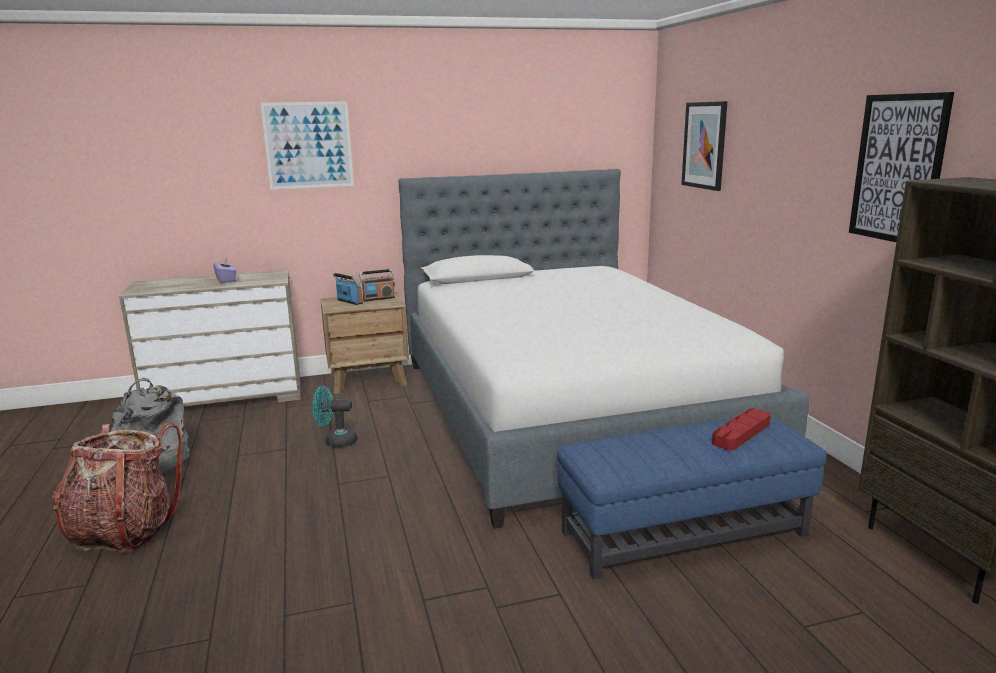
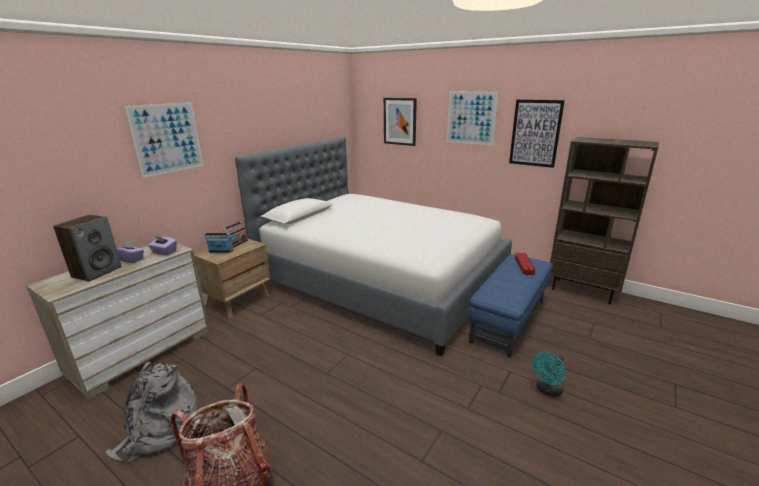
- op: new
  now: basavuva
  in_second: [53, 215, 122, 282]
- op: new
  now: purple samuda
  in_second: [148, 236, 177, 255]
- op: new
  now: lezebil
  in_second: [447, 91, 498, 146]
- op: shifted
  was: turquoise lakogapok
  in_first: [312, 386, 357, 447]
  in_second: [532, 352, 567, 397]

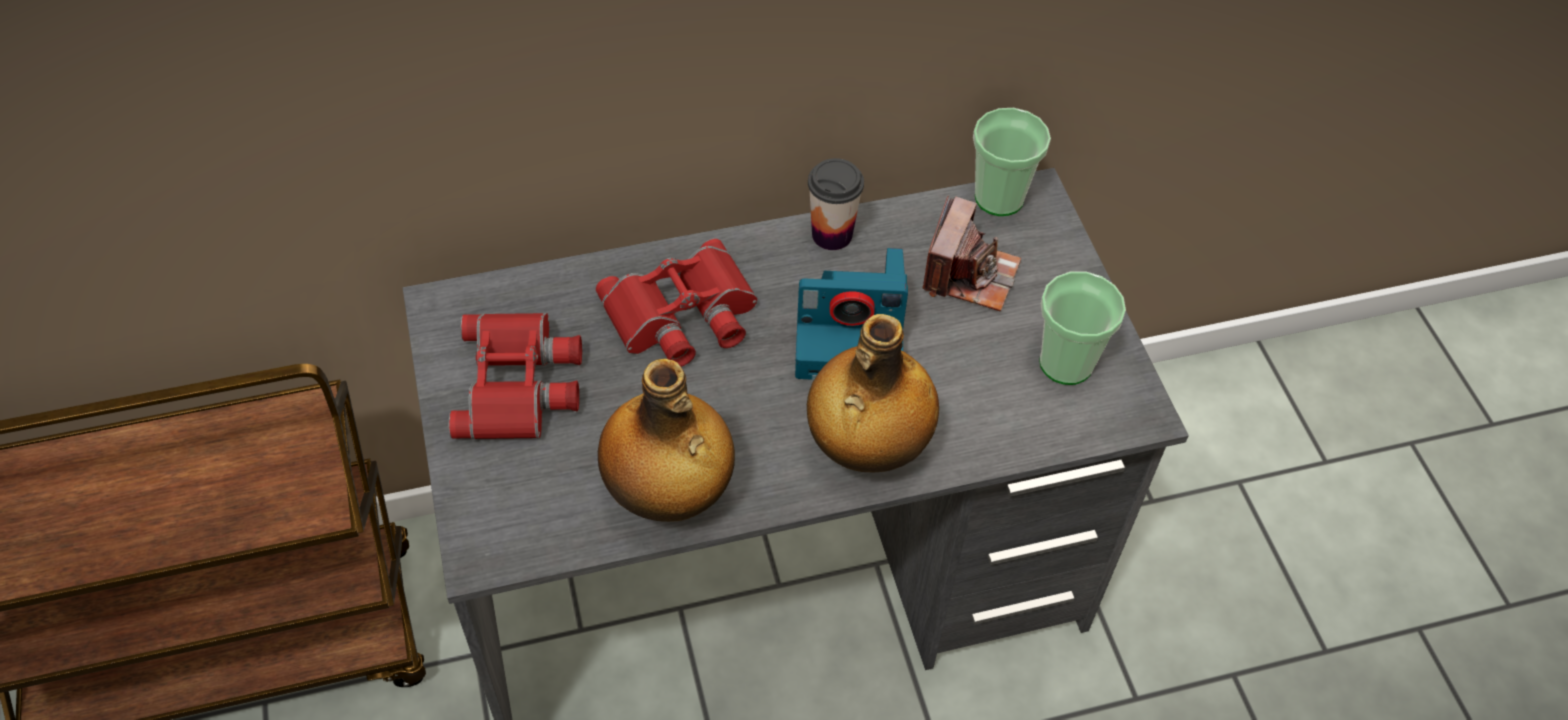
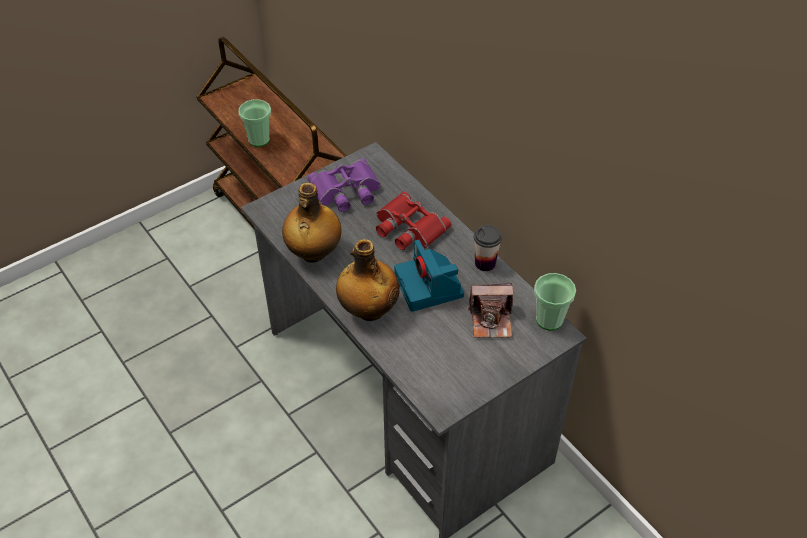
- op: shifted
  was: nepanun
  in_first: [1039, 271, 1126, 385]
  in_second: [238, 99, 271, 147]
- op: repainted
  was: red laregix
  now: purple laregix
  in_first: [449, 313, 582, 439]
  in_second: [308, 159, 380, 212]

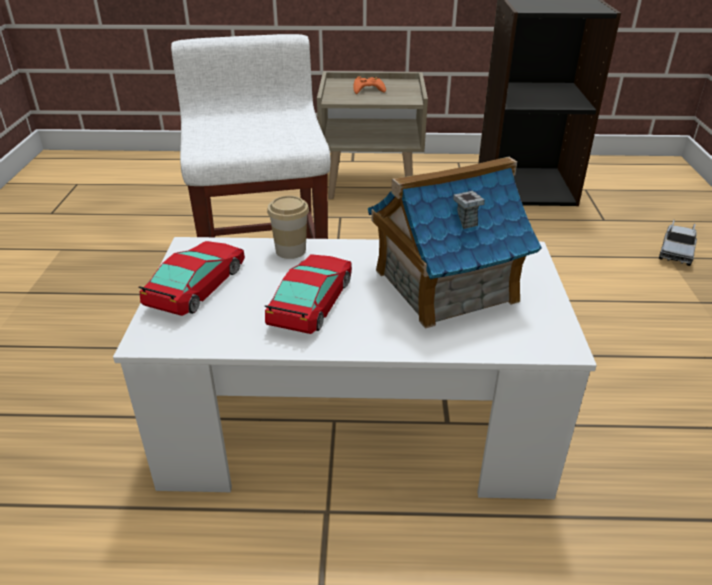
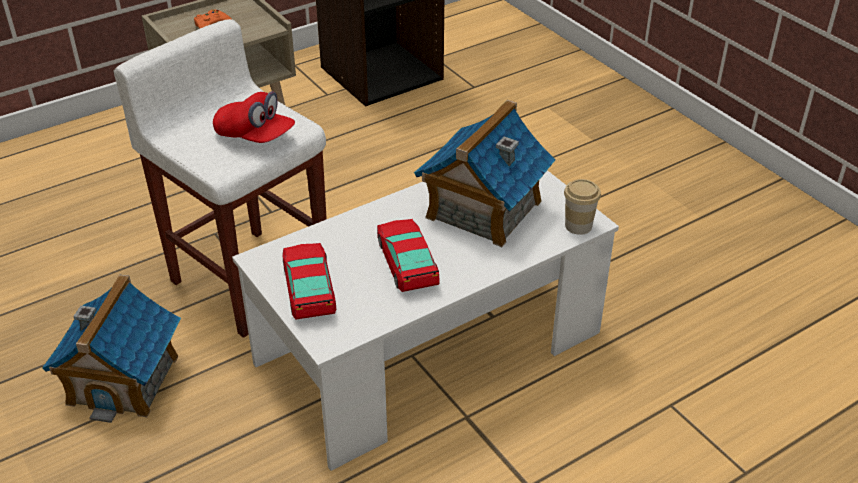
- op: new
  now: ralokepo
  in_second: [42, 274, 181, 423]
- op: new
  now: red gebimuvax
  in_second: [213, 91, 295, 143]
- op: shifted
  was: nepanun
  in_first: [267, 195, 309, 259]
  in_second: [564, 179, 601, 235]
- op: gone
  was: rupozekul
  in_first: [659, 220, 697, 266]

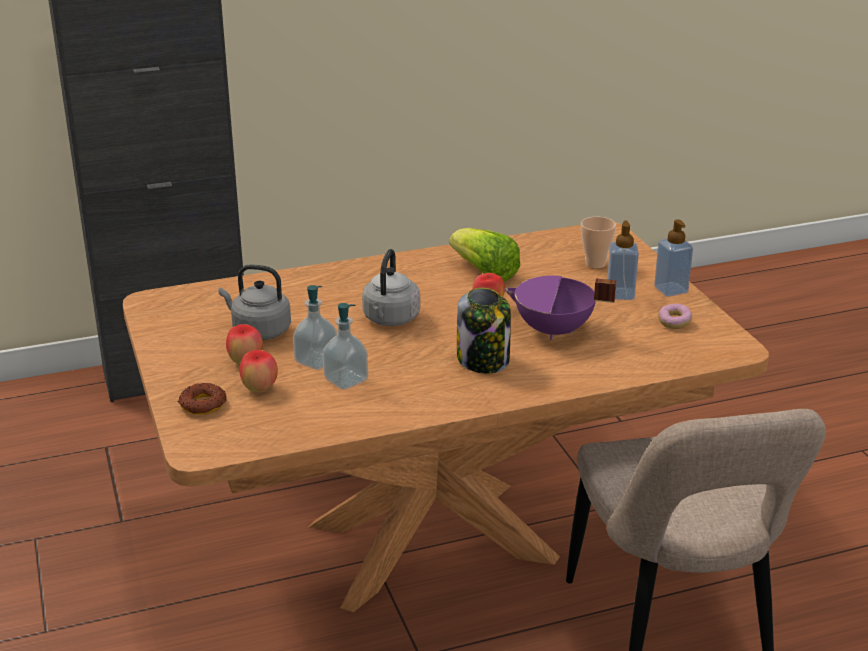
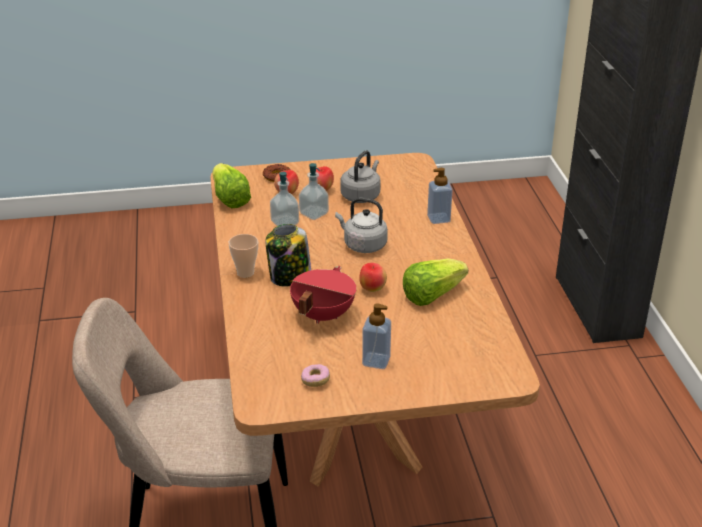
- op: new
  now: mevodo
  in_second: [213, 163, 251, 208]
- op: shifted
  was: nepanun
  in_first: [581, 217, 616, 269]
  in_second: [229, 234, 258, 278]
- op: repainted
  was: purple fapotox
  now: red fapotox
  in_first: [504, 276, 617, 340]
  in_second: [290, 266, 357, 324]
- op: shifted
  was: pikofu
  in_first: [654, 219, 693, 297]
  in_second: [427, 168, 453, 224]

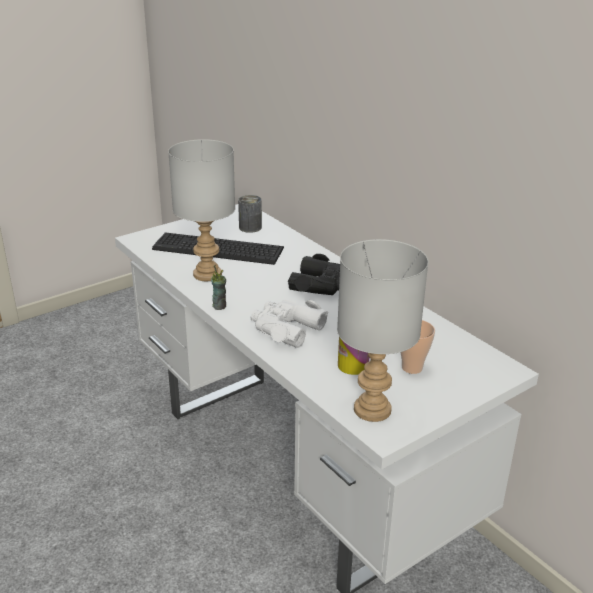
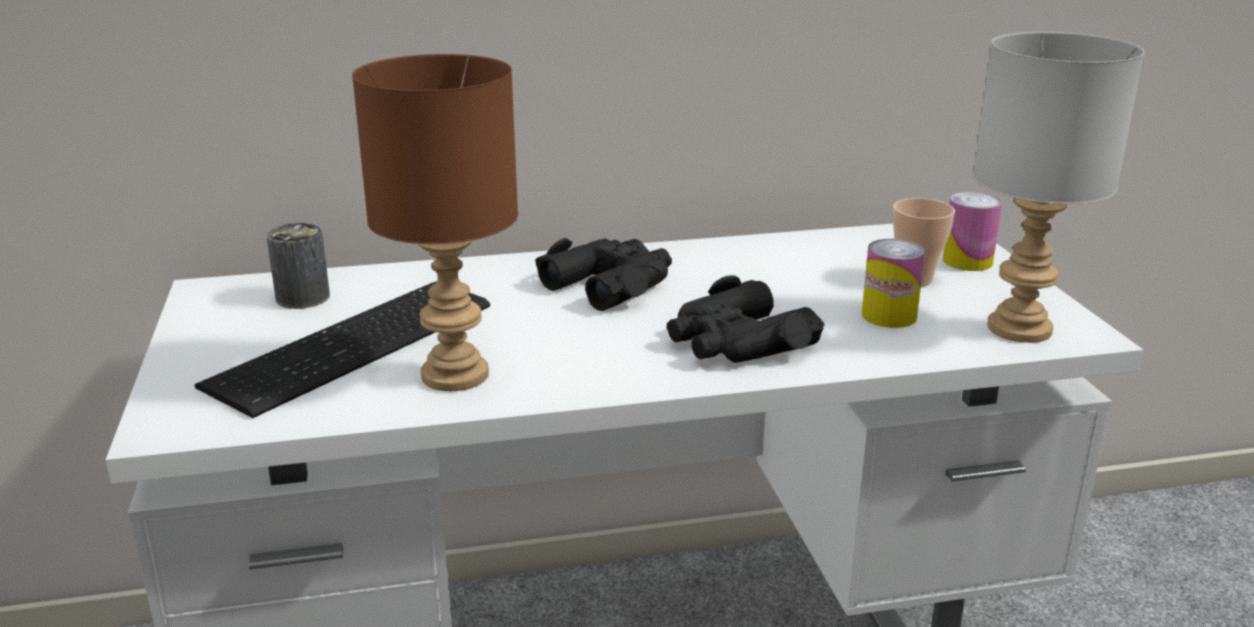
- op: repainted
  was: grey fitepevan
  now: brown fitepevan
  in_first: [168, 139, 235, 281]
  in_second: [352, 54, 518, 391]
- op: repainted
  was: white laregix
  now: black laregix
  in_first: [250, 300, 328, 348]
  in_second: [667, 275, 824, 363]
- op: new
  now: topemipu
  in_second: [943, 192, 1002, 271]
- op: gone
  was: nepanun
  in_first: [211, 265, 226, 310]

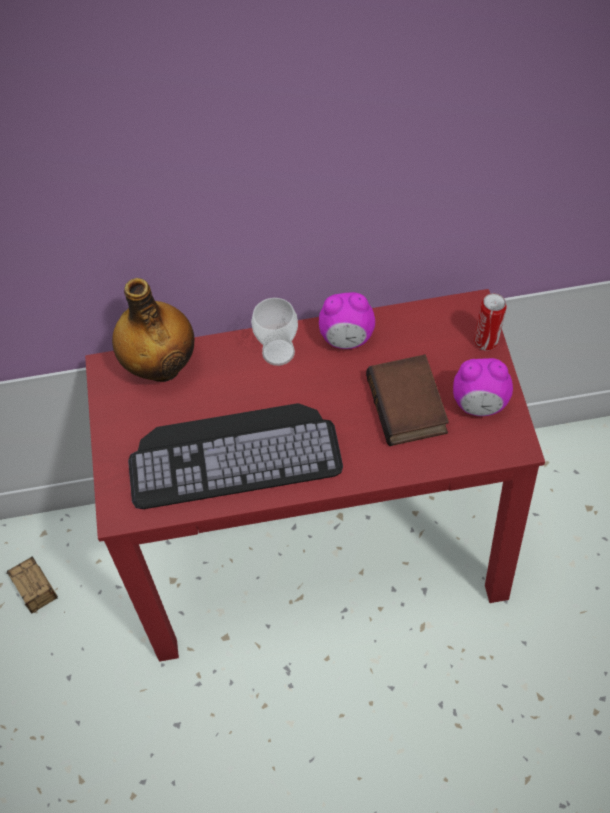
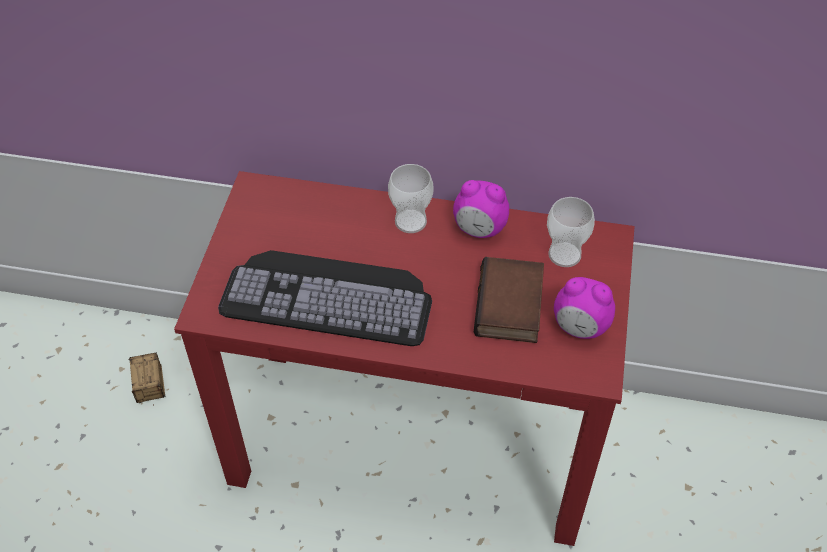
- op: new
  now: nepanun
  in_second: [547, 197, 595, 267]
- op: gone
  was: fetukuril
  in_first: [112, 278, 194, 382]
- op: gone
  was: topemipu
  in_first: [474, 293, 507, 351]

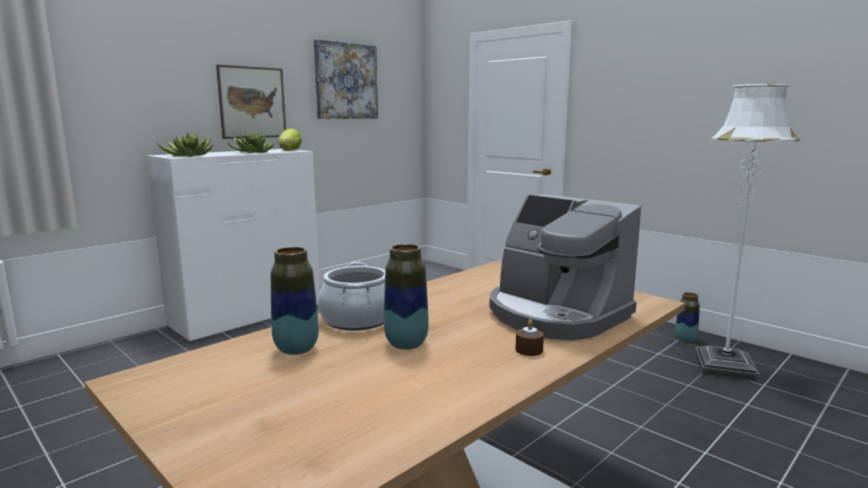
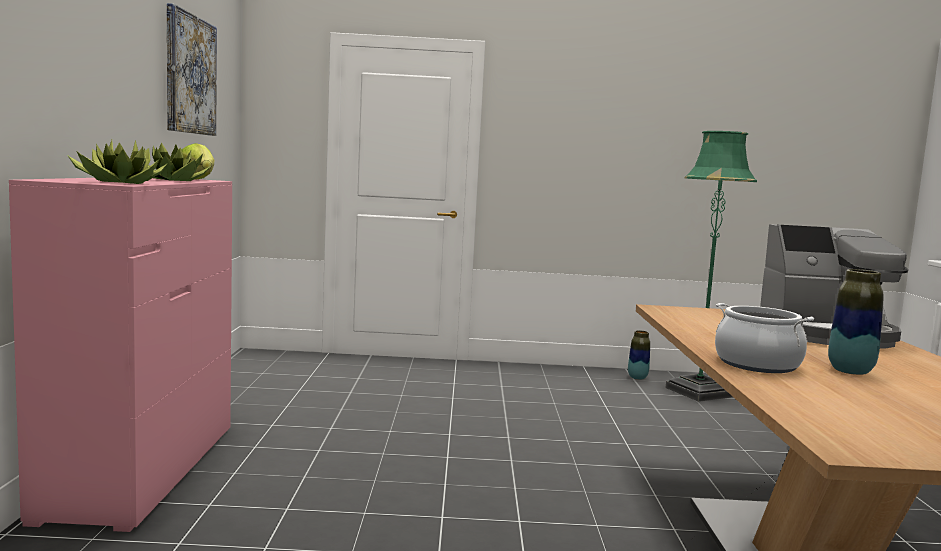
- op: repainted
  was: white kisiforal
  now: pink kisiforal
  in_first: [147, 149, 320, 343]
  in_second: [9, 178, 232, 532]
- op: repainted
  was: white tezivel
  now: green tezivel
  in_first: [695, 84, 800, 382]
  in_second: [665, 131, 757, 402]
- op: gone
  was: lezebil
  in_first: [216, 65, 286, 139]
- op: gone
  was: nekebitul
  in_first: [271, 247, 319, 355]
- op: gone
  was: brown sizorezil
  in_first: [515, 319, 544, 356]

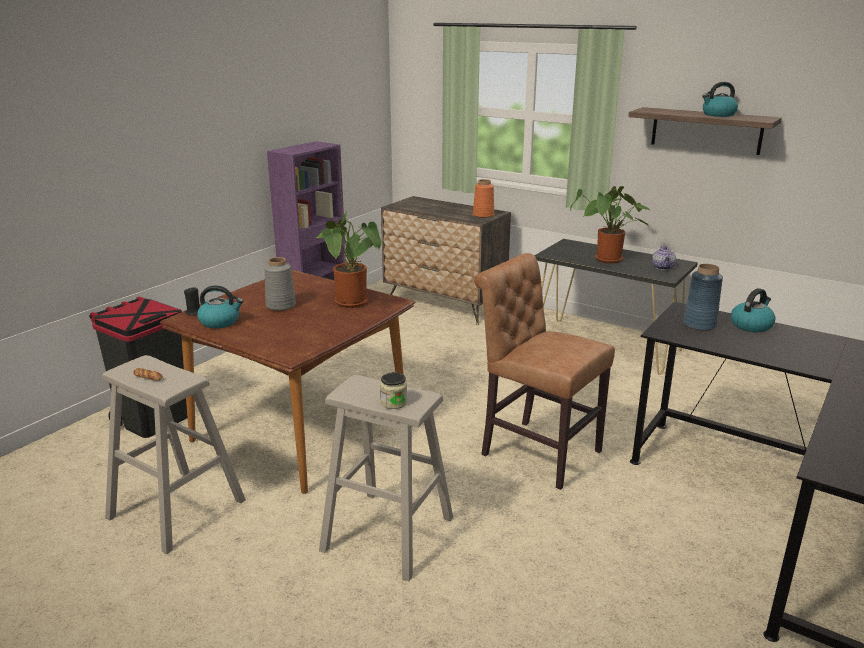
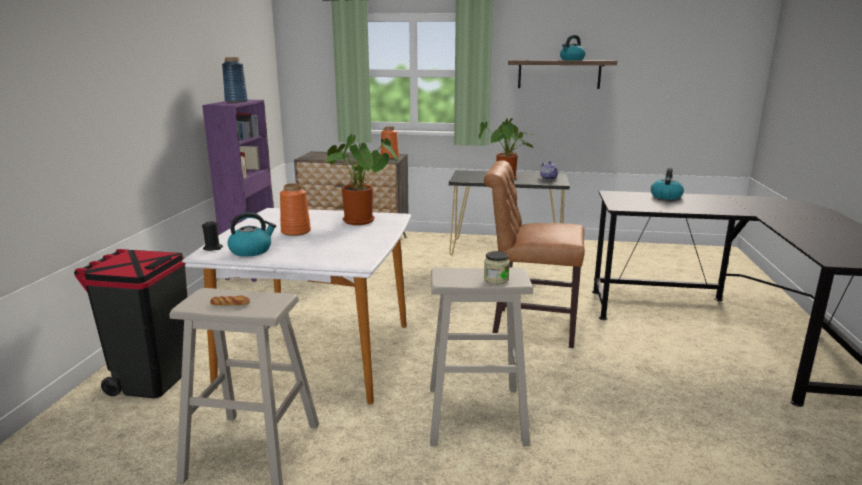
- op: repainted
  was: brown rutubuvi
  now: white rutubuvi
  in_first: [160, 270, 415, 494]
  in_second: [182, 208, 411, 404]
- op: shifted
  was: blue nekebitul
  in_first: [683, 264, 723, 331]
  in_second: [222, 57, 248, 103]
- op: repainted
  was: grey nekebitul
  now: orange nekebitul
  in_first: [264, 257, 296, 311]
  in_second: [280, 183, 311, 236]

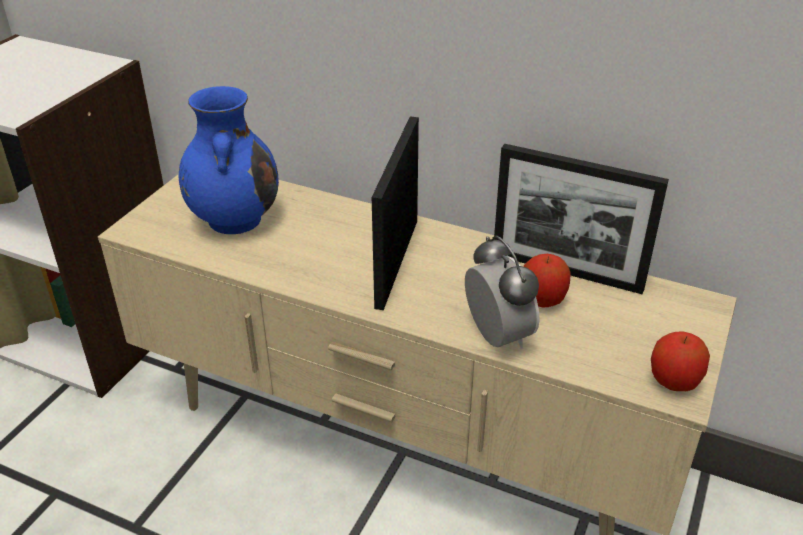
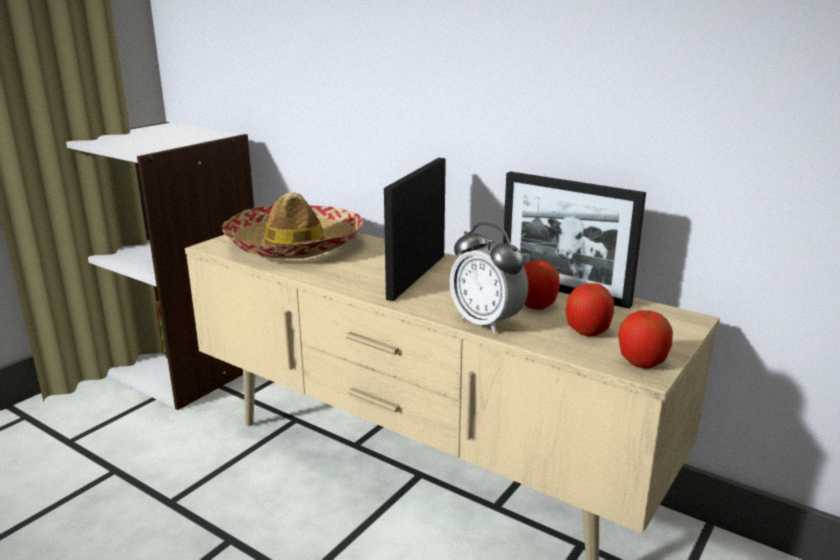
- op: swapped
  was: blue nekebitul
  now: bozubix
  in_first: [178, 86, 279, 234]
  in_second: [222, 192, 363, 259]
- op: rotated
  was: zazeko
  in_first: [465, 235, 540, 349]
  in_second: [450, 222, 528, 334]
  clockwise: 150
- op: new
  now: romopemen
  in_second: [566, 283, 614, 336]

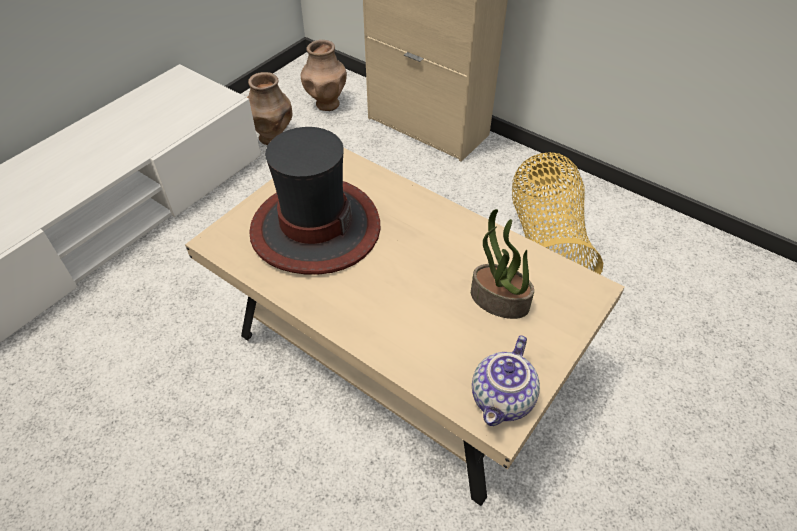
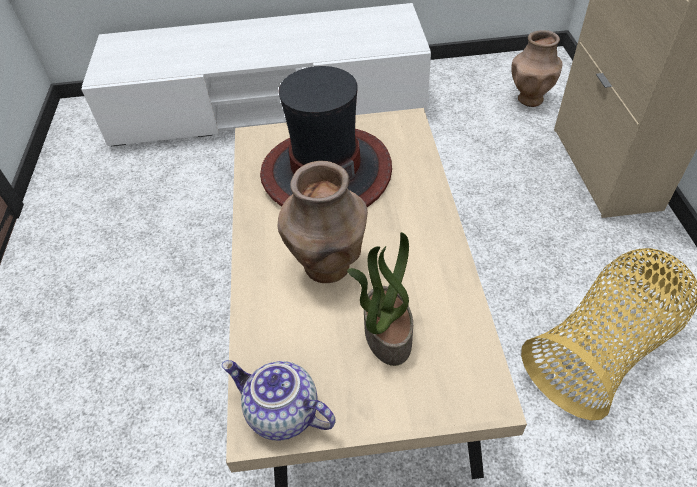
- op: rotated
  was: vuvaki
  in_first: [472, 336, 540, 426]
  in_second: [222, 360, 336, 441]
  clockwise: 45
- op: shifted
  was: brown nekebitul
  in_first: [246, 72, 293, 145]
  in_second: [277, 161, 368, 283]

